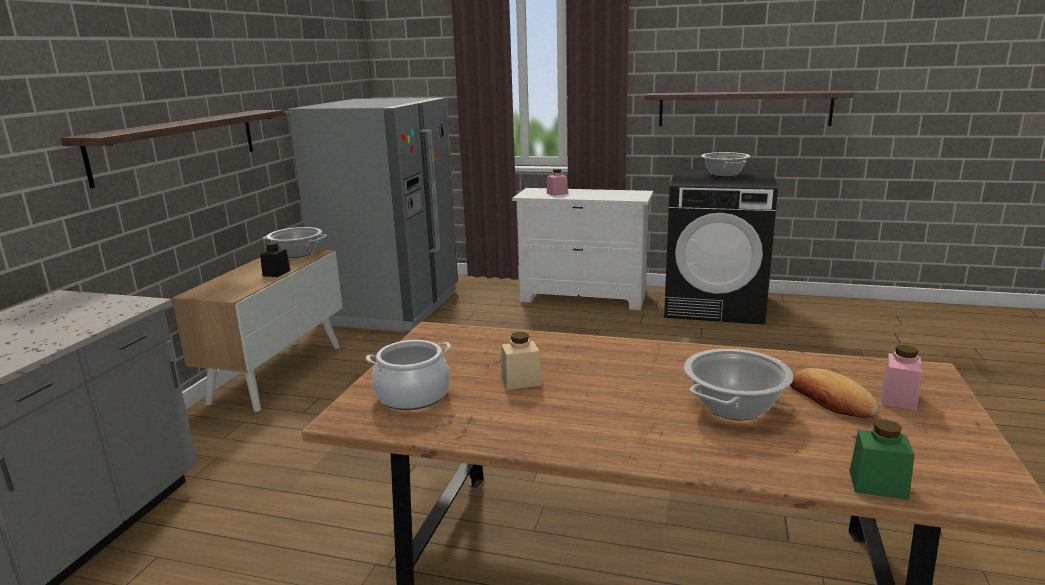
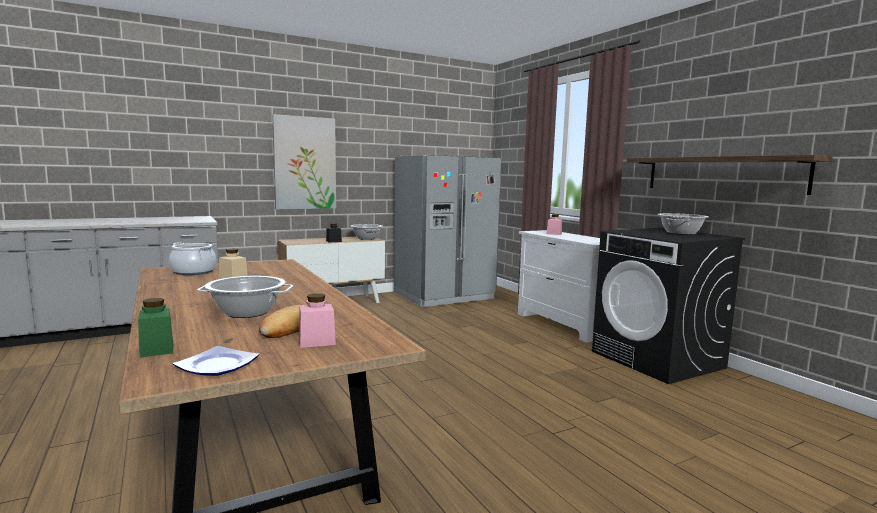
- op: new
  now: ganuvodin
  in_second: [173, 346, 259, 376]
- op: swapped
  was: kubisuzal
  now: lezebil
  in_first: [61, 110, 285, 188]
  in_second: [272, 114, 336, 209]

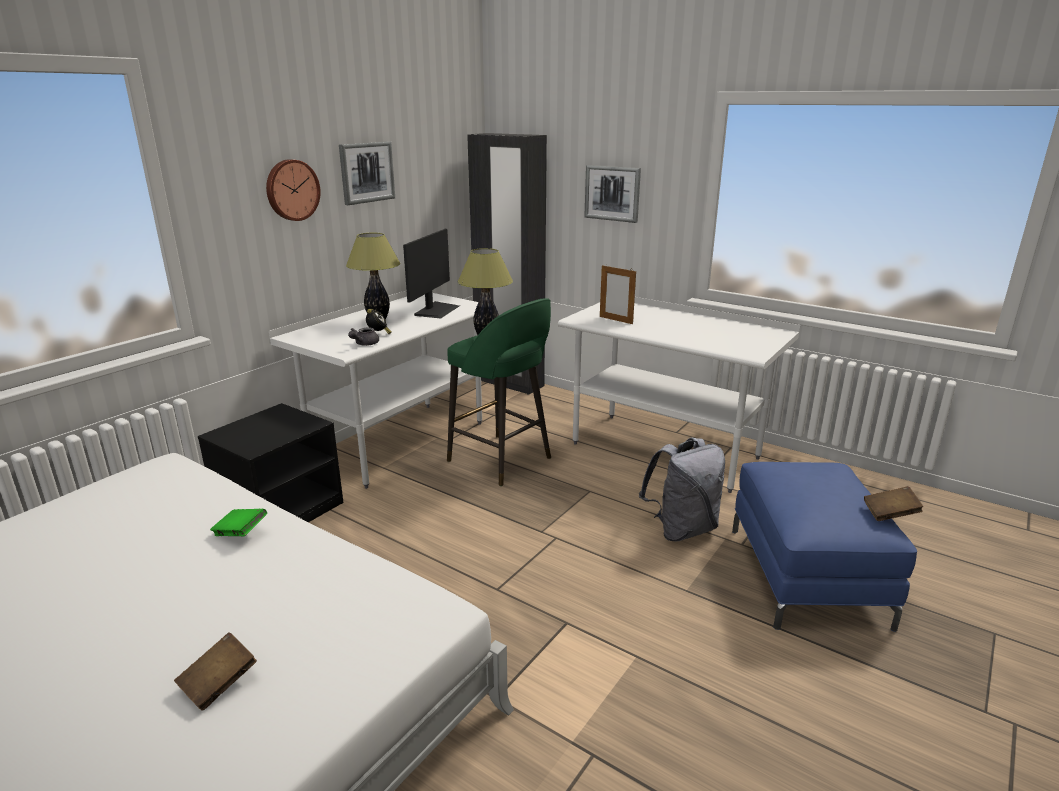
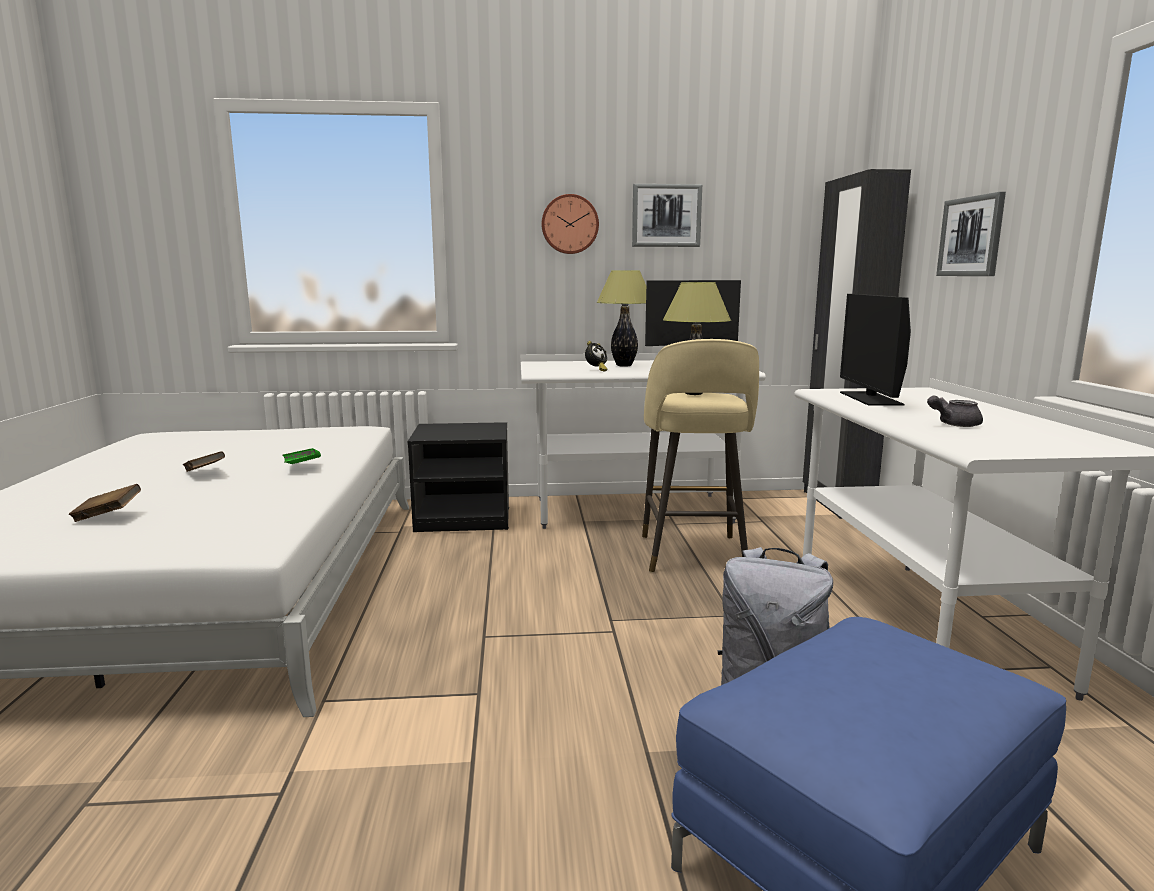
- op: shifted
  was: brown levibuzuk
  in_first: [864, 486, 923, 521]
  in_second: [183, 451, 225, 472]
- op: repainted
  was: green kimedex
  now: beige kimedex
  in_first: [447, 298, 551, 486]
  in_second: [642, 339, 759, 572]
- op: swapped
  was: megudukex
  now: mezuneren
  in_first: [600, 264, 636, 324]
  in_second: [840, 294, 911, 406]
- op: shifted
  was: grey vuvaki
  in_first: [348, 327, 379, 346]
  in_second: [927, 396, 983, 427]

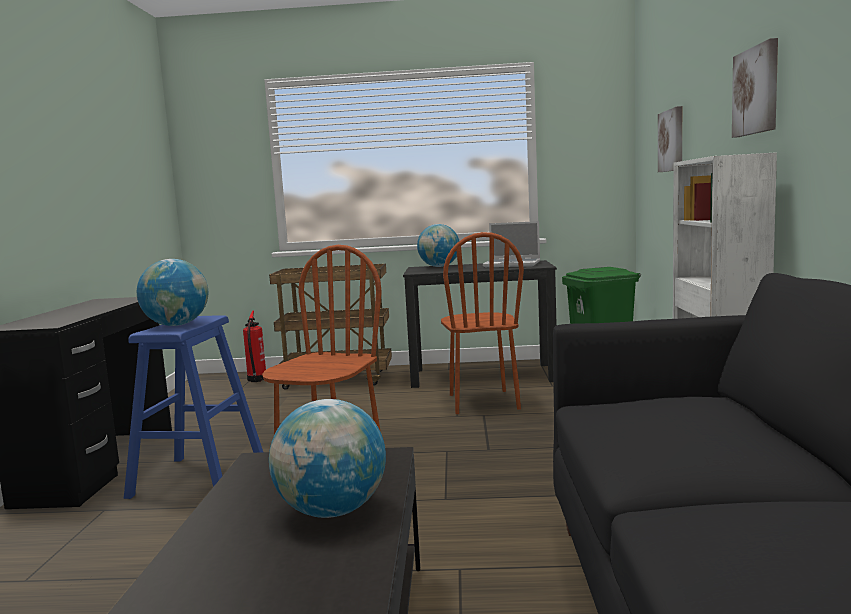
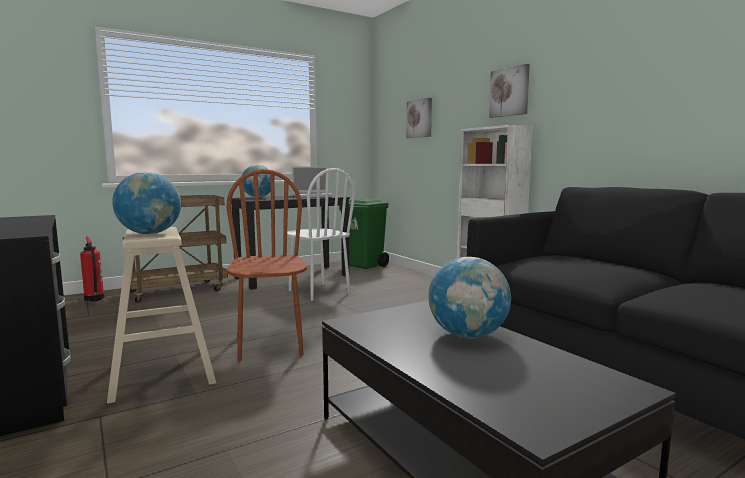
- op: repainted
  was: blue kimedex
  now: beige kimedex
  in_first: [124, 315, 263, 499]
  in_second: [107, 227, 216, 404]
- op: repainted
  was: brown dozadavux
  now: white dozadavux
  in_first: [441, 232, 524, 414]
  in_second: [287, 168, 355, 301]

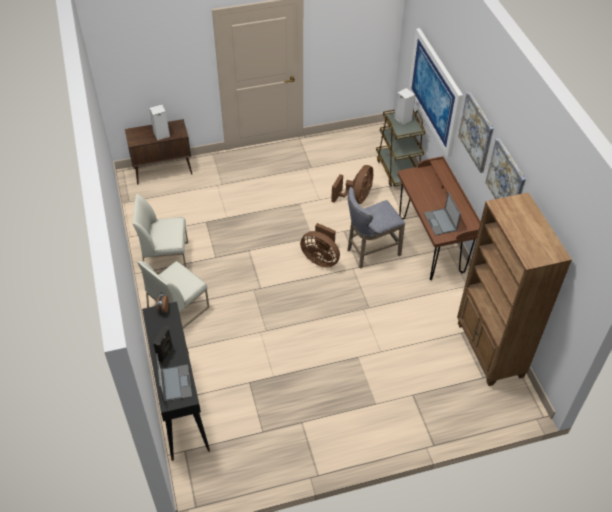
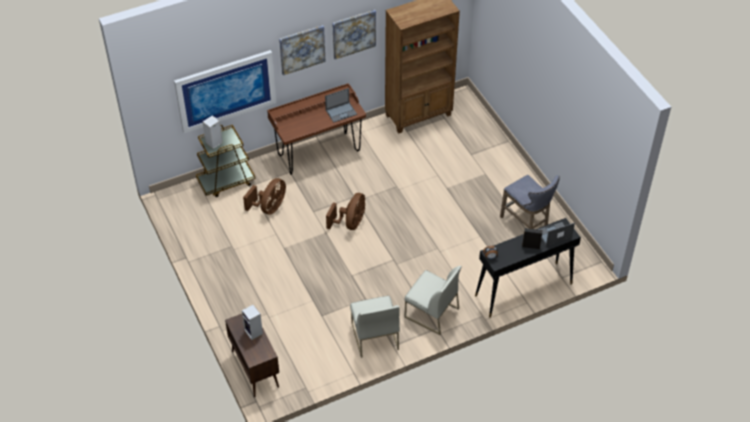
- op: rotated
  was: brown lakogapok
  in_first: [331, 165, 373, 204]
  in_second: [243, 178, 286, 215]
  clockwise: 105
- op: shifted
  was: grey kimedex
  in_first: [347, 187, 405, 269]
  in_second: [500, 175, 560, 229]

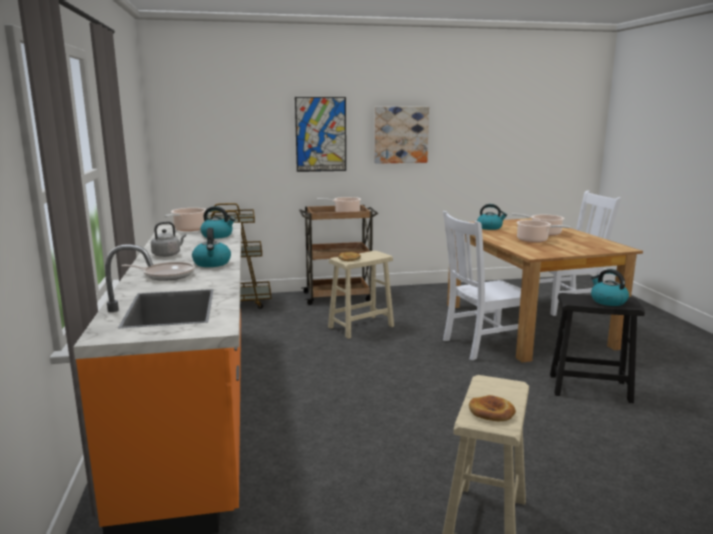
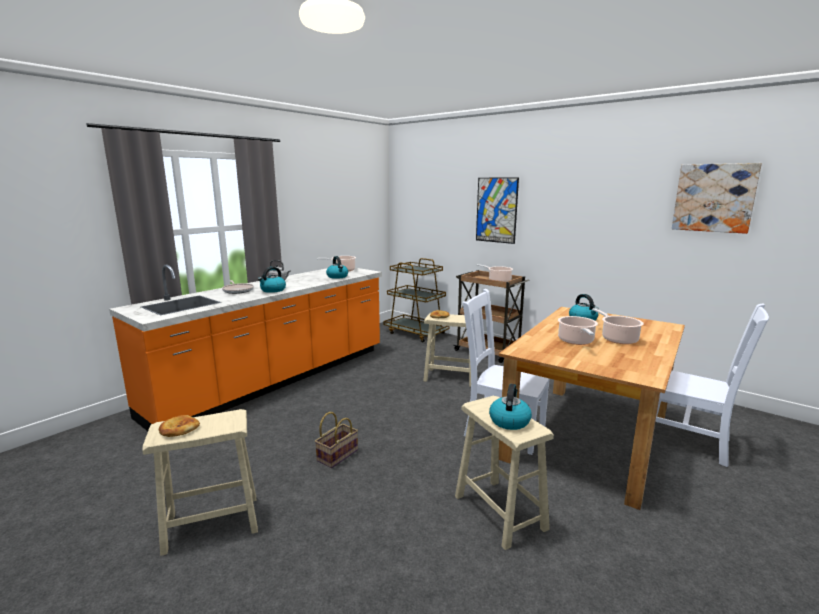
- op: new
  now: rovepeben
  in_second: [315, 412, 358, 468]
- op: repainted
  was: black kimedex
  now: beige kimedex
  in_first: [550, 293, 645, 403]
  in_second: [455, 396, 554, 550]
- op: shifted
  was: lezebil
  in_first: [374, 107, 429, 164]
  in_second: [672, 163, 762, 234]

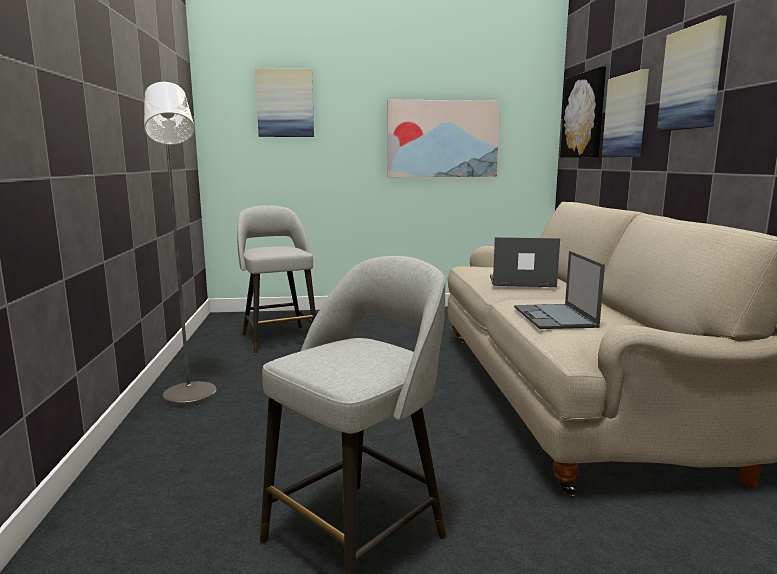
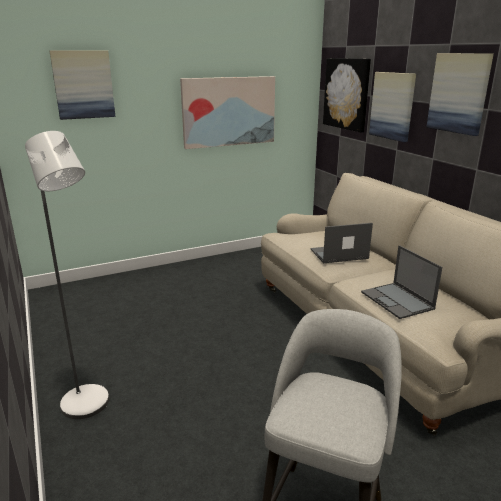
- op: gone
  was: grey kimedex
  in_first: [237, 205, 316, 354]

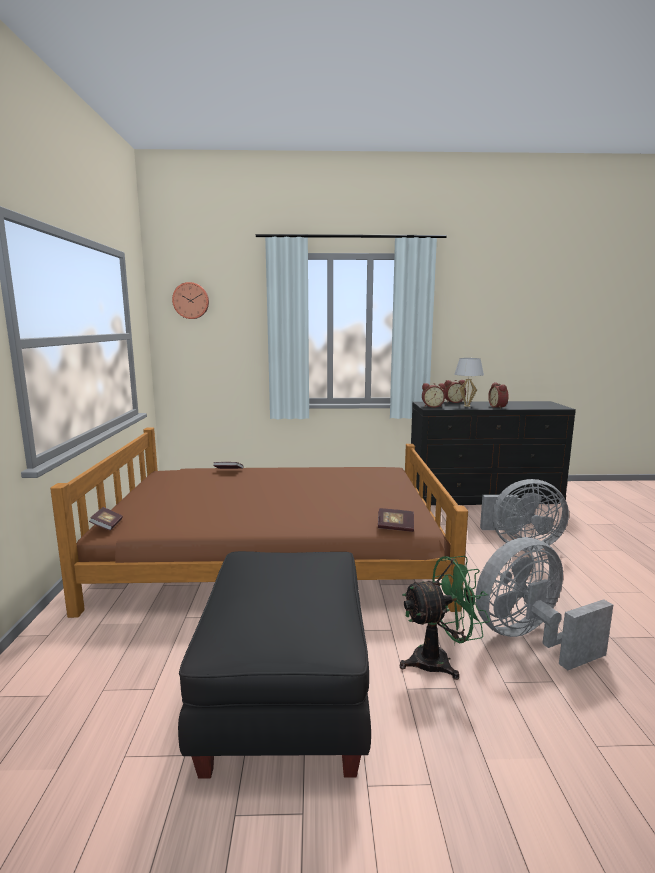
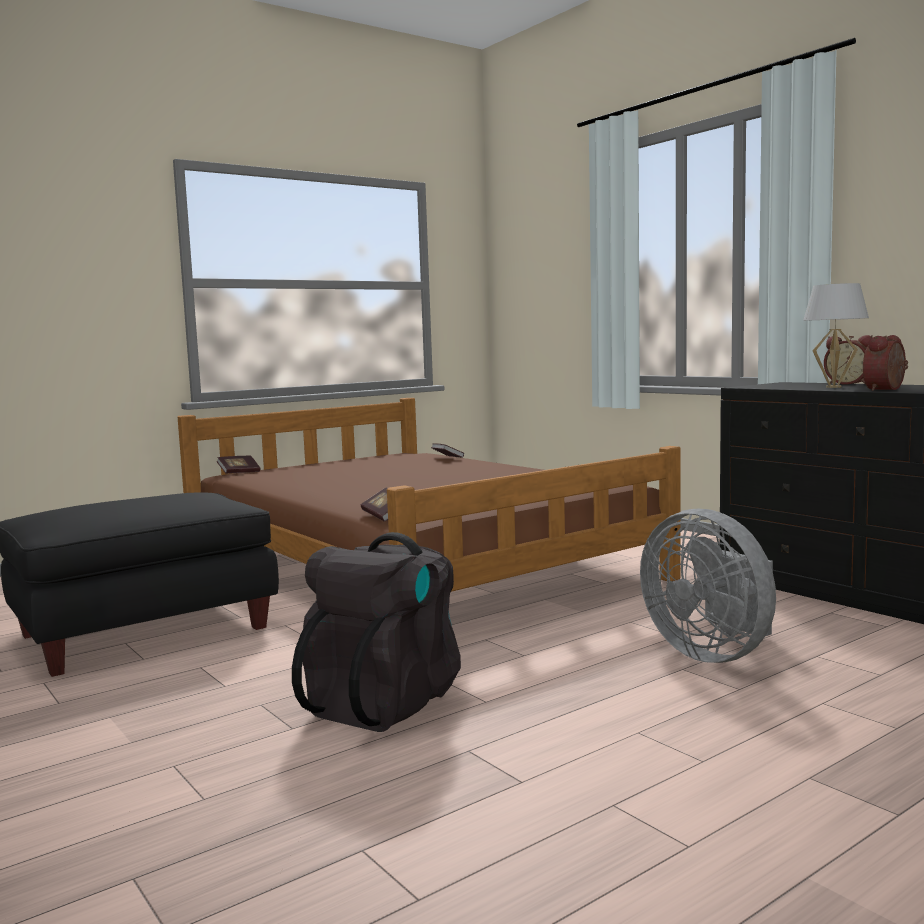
- op: swapped
  was: grey lakogapok
  now: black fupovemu
  in_first: [476, 537, 613, 670]
  in_second: [292, 532, 461, 732]
- op: gone
  was: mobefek
  in_first: [172, 282, 209, 319]
- op: gone
  was: green lakogapok
  in_first: [400, 556, 490, 680]
- op: gone
  was: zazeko
  in_first: [422, 383, 445, 408]

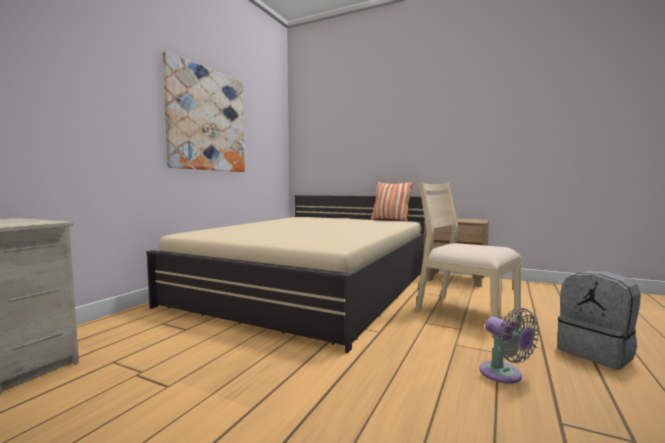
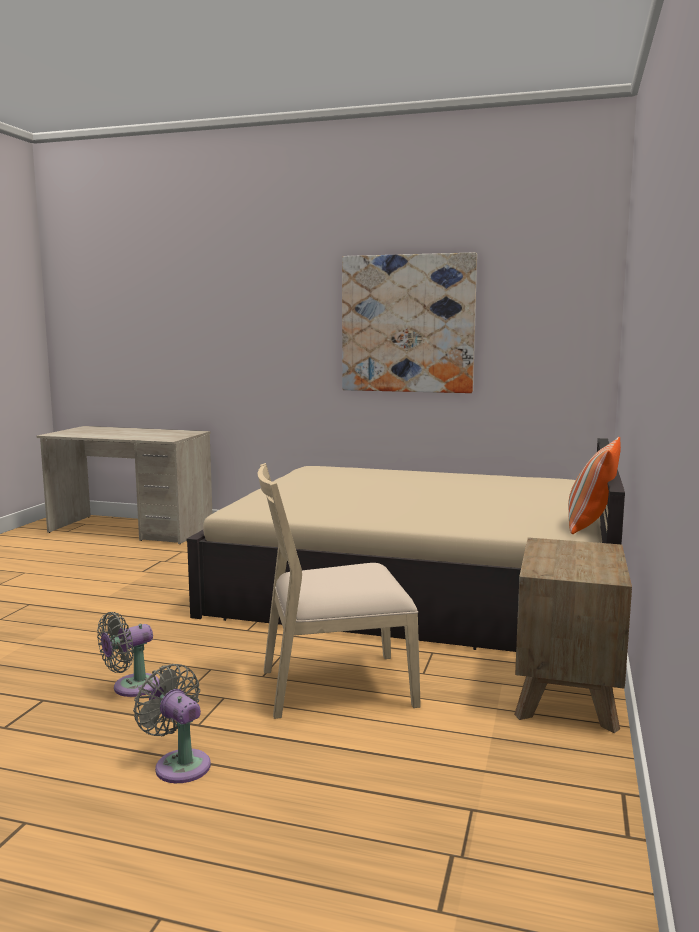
- op: swapped
  was: grey fupovemu
  now: grey lakogapok
  in_first: [557, 271, 640, 370]
  in_second: [133, 664, 211, 783]
- op: rotated
  was: beige dozadavux
  in_first: [416, 183, 521, 318]
  in_second: [258, 463, 421, 719]
  clockwise: -135

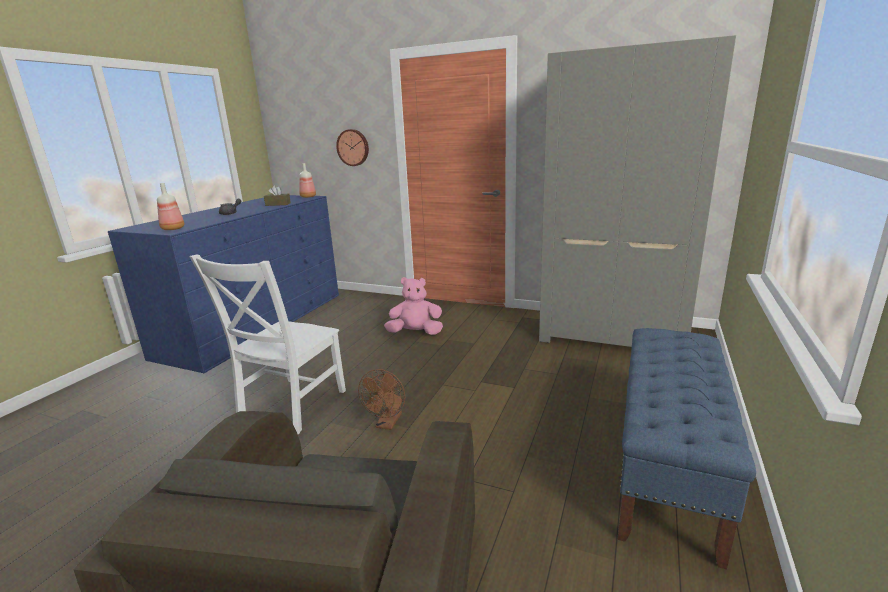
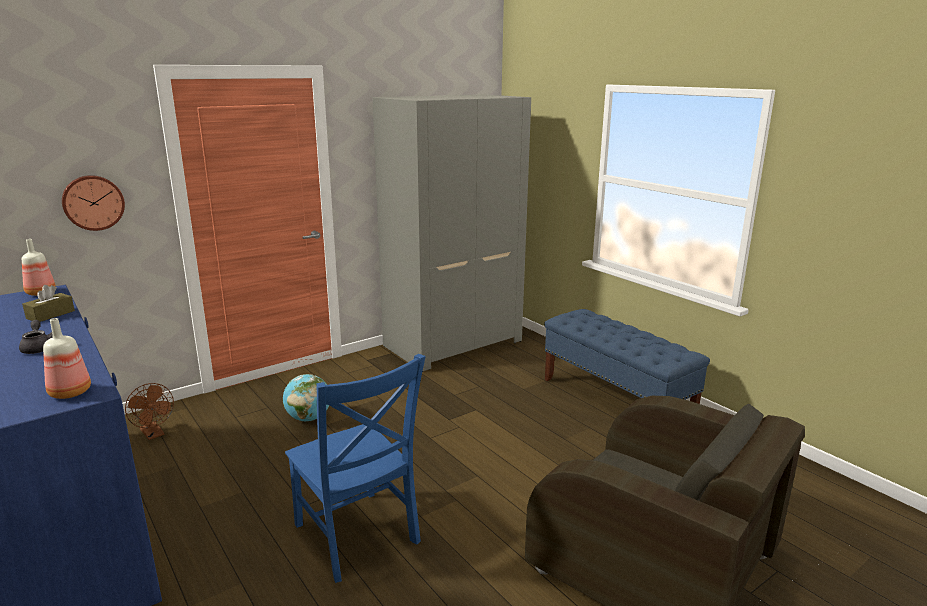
- op: shifted
  was: brown lakogapok
  in_first: [358, 369, 405, 430]
  in_second: [125, 383, 174, 440]
- op: swapped
  was: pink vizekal
  now: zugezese
  in_first: [384, 277, 443, 335]
  in_second: [283, 374, 329, 421]
- op: repainted
  was: white dozadavux
  now: blue dozadavux
  in_first: [189, 254, 346, 434]
  in_second: [285, 354, 426, 583]

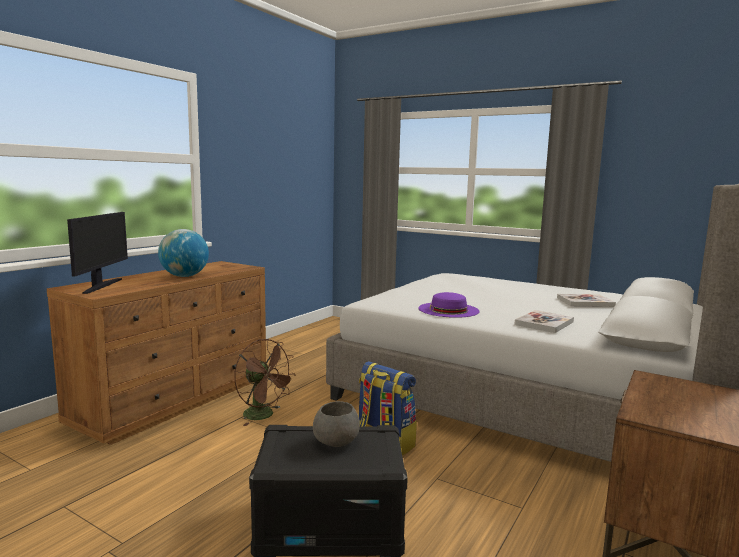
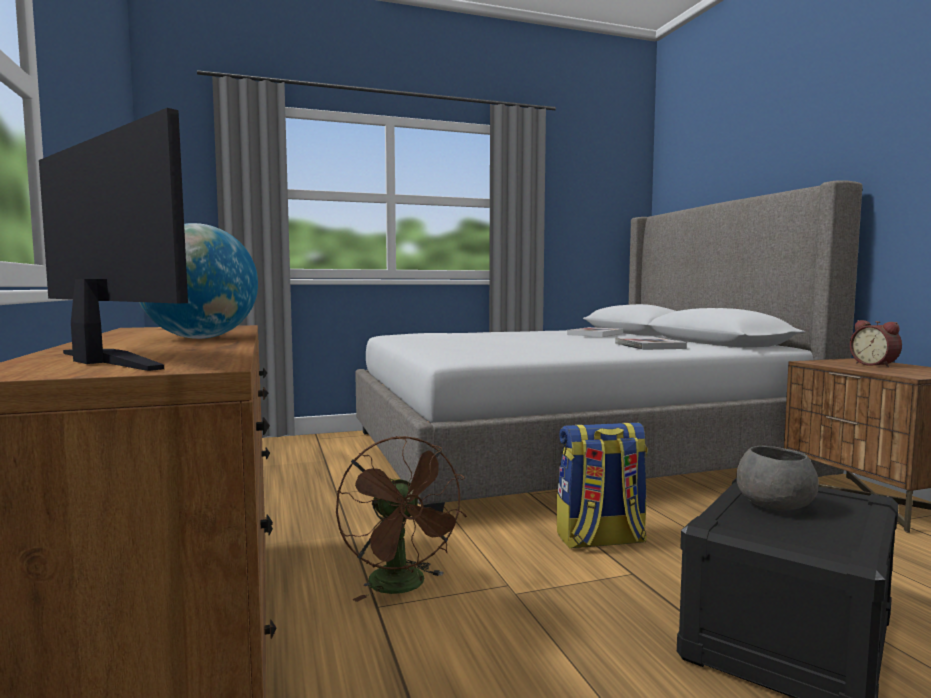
- op: rotated
  was: brown lakogapok
  in_first: [234, 339, 296, 426]
  in_second: [336, 436, 467, 602]
  clockwise: 75
- op: new
  now: zazeko
  in_second: [850, 320, 902, 367]
- op: gone
  was: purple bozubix
  in_first: [418, 292, 480, 318]

